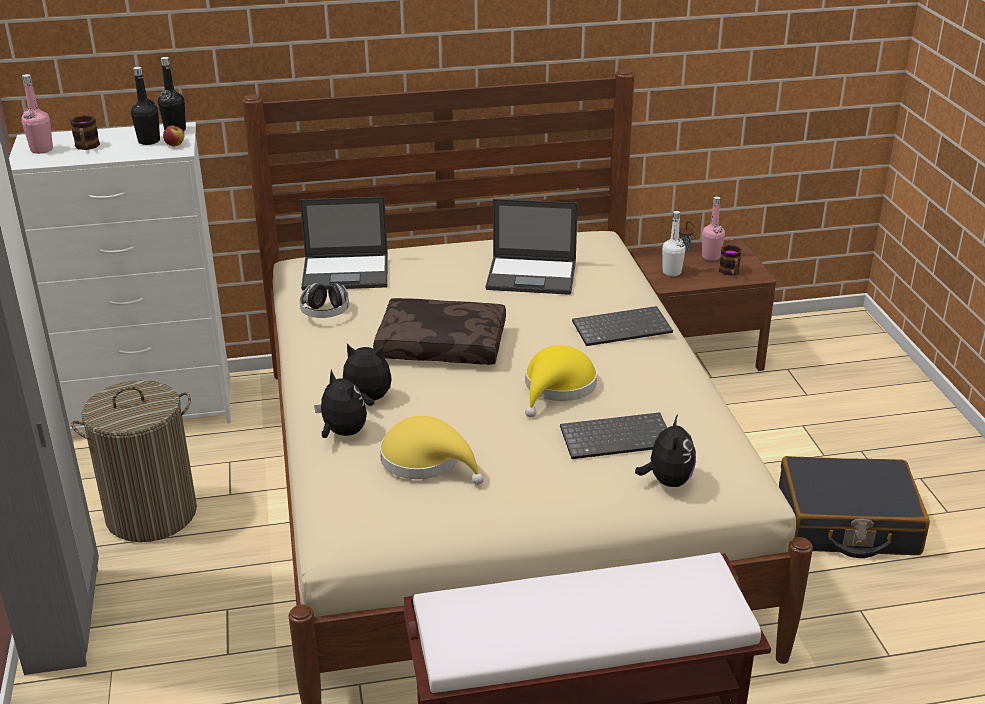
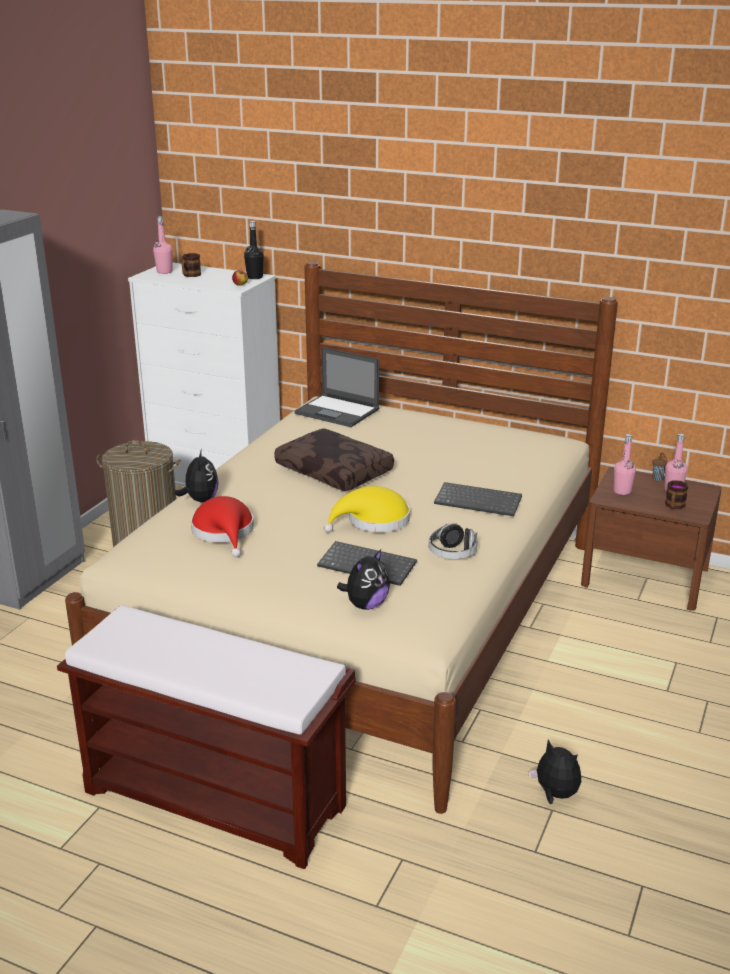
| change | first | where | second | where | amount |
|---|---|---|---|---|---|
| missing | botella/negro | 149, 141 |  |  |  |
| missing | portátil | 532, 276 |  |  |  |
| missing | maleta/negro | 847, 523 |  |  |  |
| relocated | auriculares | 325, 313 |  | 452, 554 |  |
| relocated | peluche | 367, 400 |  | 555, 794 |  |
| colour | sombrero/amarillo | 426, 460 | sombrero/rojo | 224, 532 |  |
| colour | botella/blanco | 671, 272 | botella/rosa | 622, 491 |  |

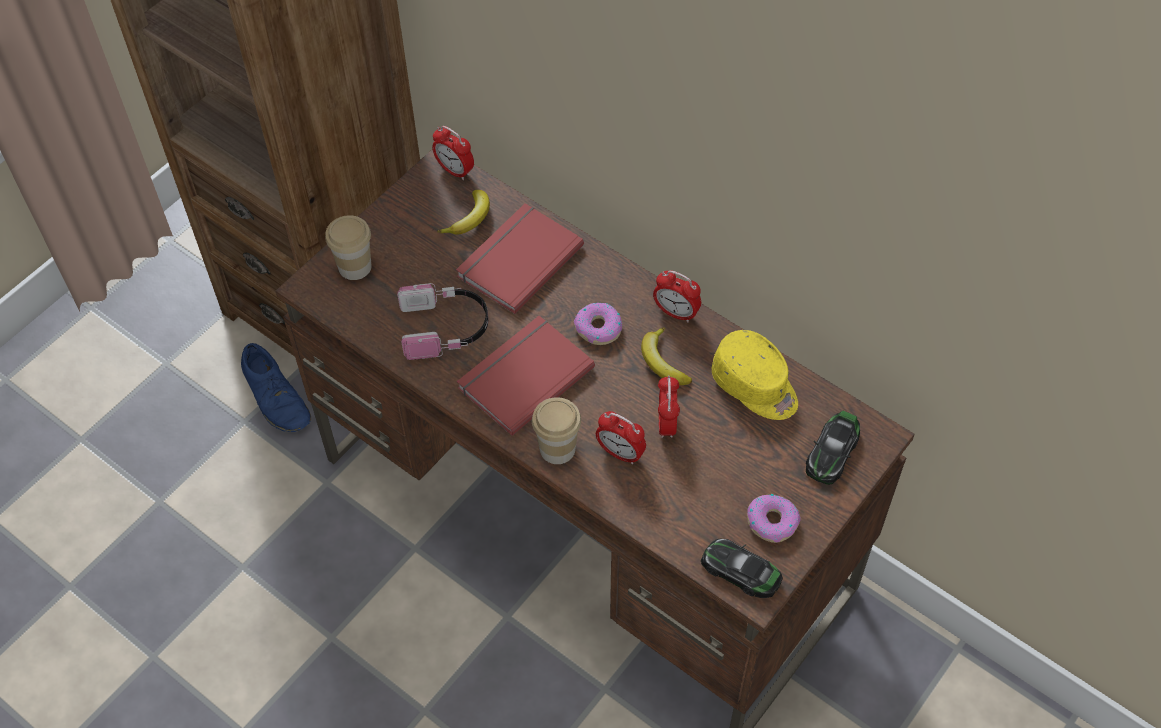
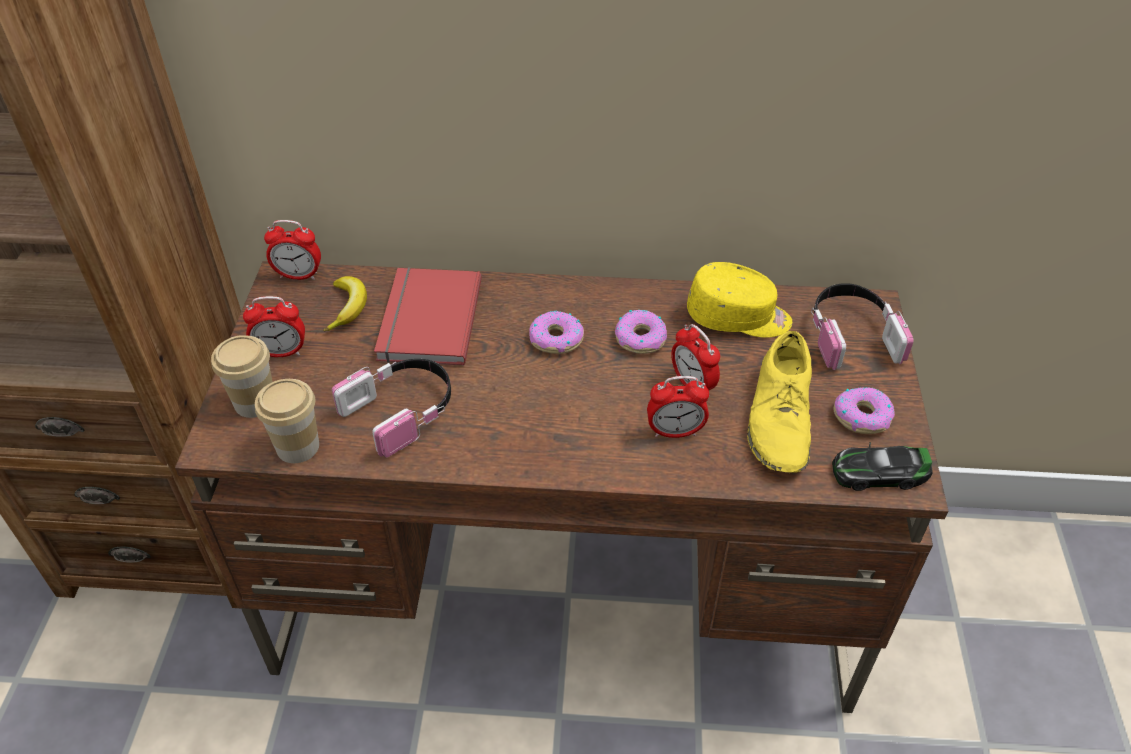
| change | first | where | second | where | amount |
|---|---|---|---|---|---|
| missing | zapato/azul | 276, 397 |  |  |  |
| missing | libro/rojo | 523, 376 |  |  |  |
| appeared |  |  | zapato/amarillo | 780, 418 |  |
| relocated | taza | 557, 448 |  | 297, 446 |  |
| relocated | despertador | 676, 312 |  | 281, 352 |  |
| exchanged | plátano | 662, 362 | rosquilla | 641, 338 |  |
| exchanged | coche de juguete | 832, 451 | auriculares | 851, 335 |  |

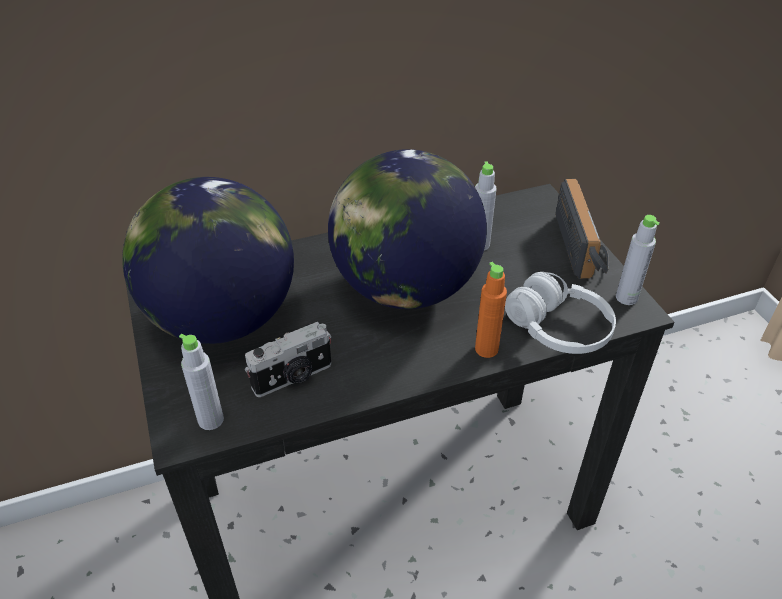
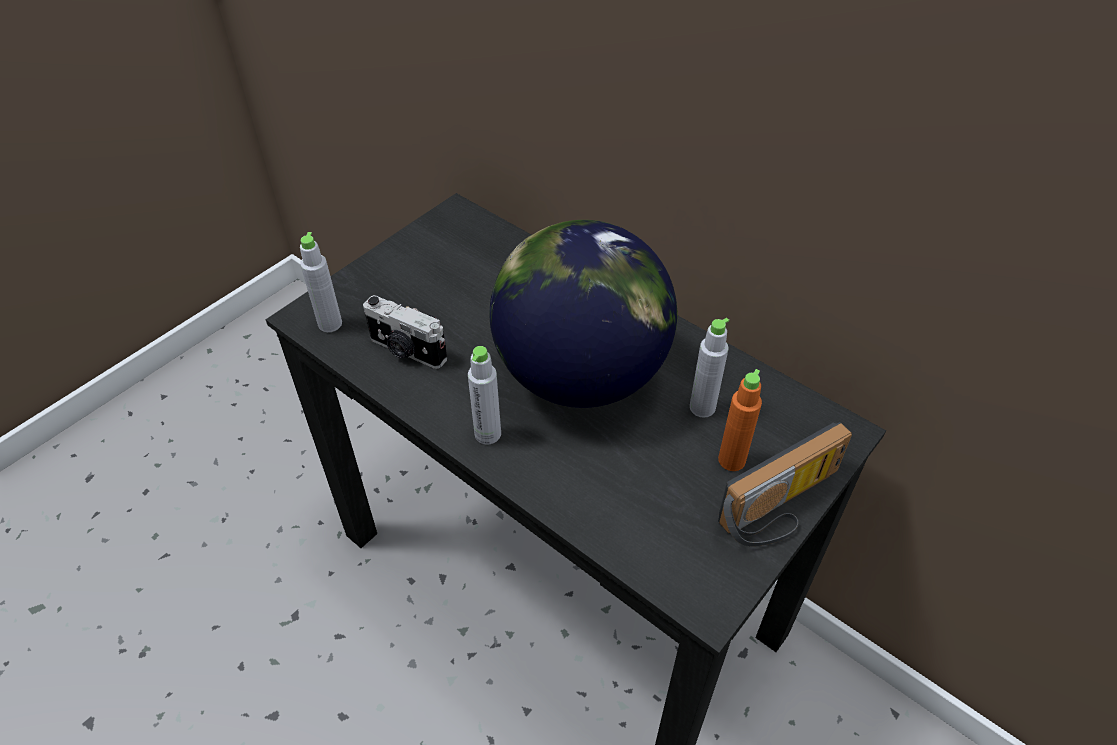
| change | first | where | second | where | amount |
|---|---|---|---|---|---|
| missing | globo terráqueo | 223, 320 |  |  |  |
| missing | auriculares/blanco | 558, 329 |  |  |  |
| relocated | botella/naranja | 486, 349 |  | 731, 460 |  |
| relocated | botella/gris | 626, 298 |  | 488, 434 |  |

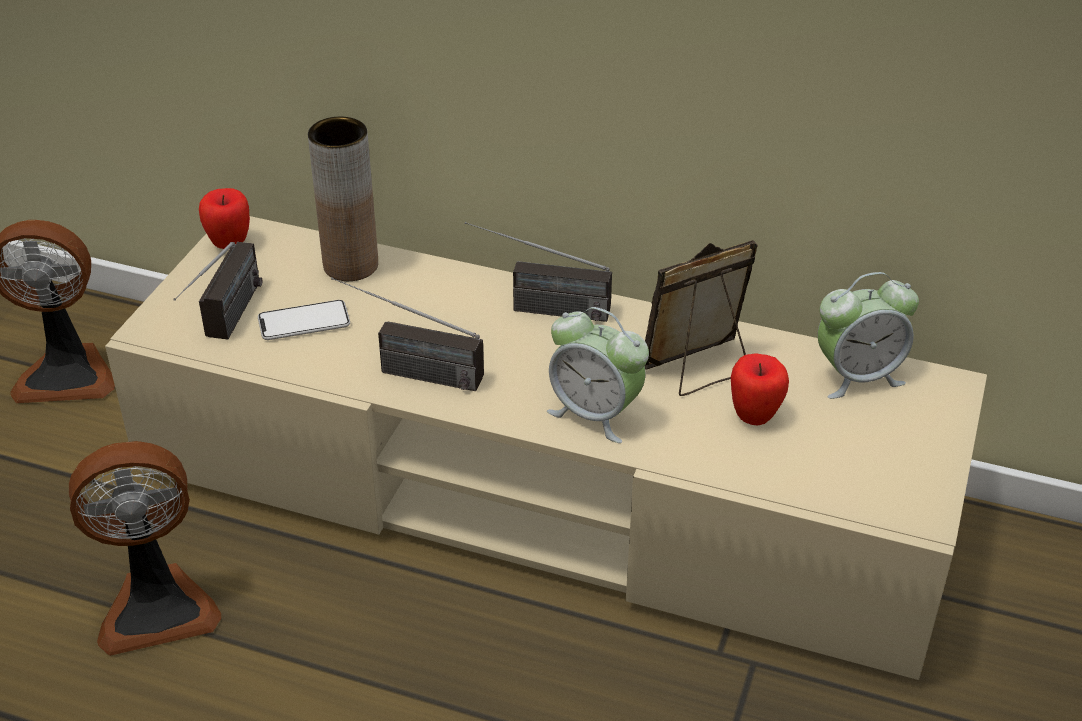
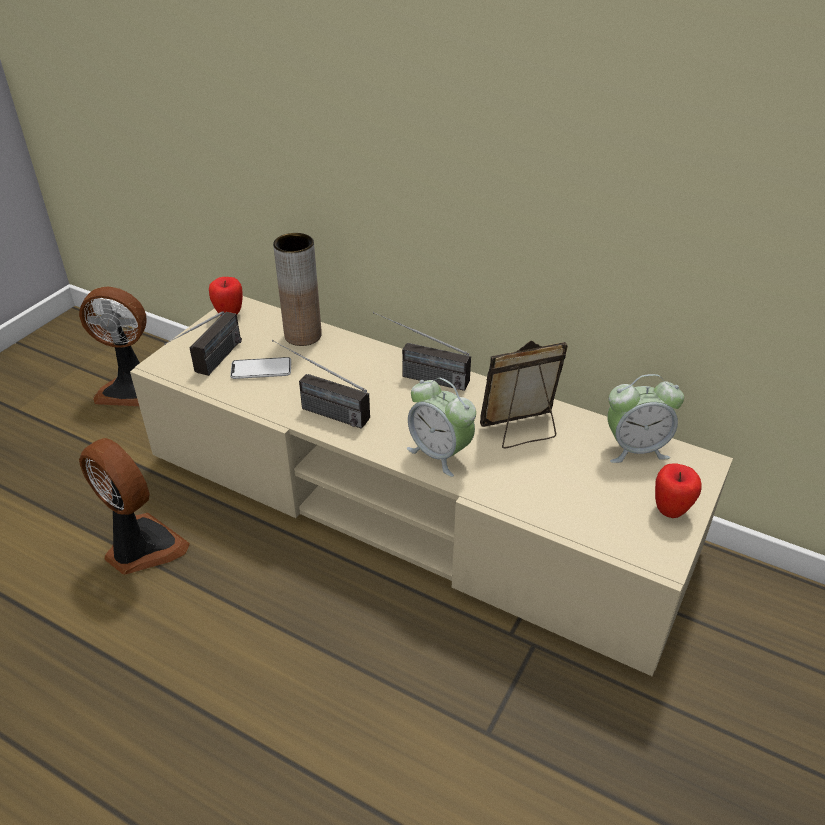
| change | first | where | second | where | amount |
|---|---|---|---|---|---|
| relocated | manzana | 754, 416 |  | 670, 510 |  |
| spun | ventilador | 157, 606 |  | 141, 548 | 135 degrees counterclockwise |

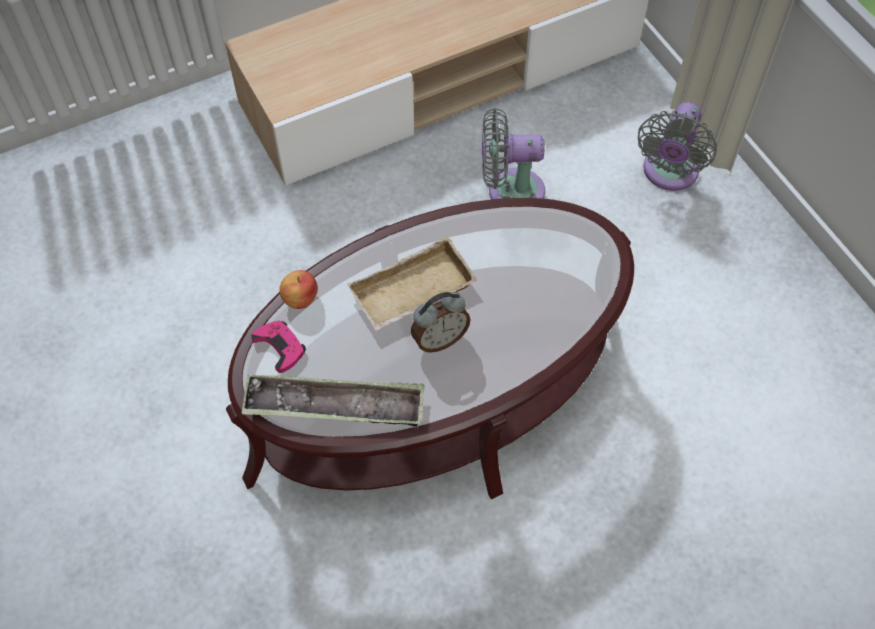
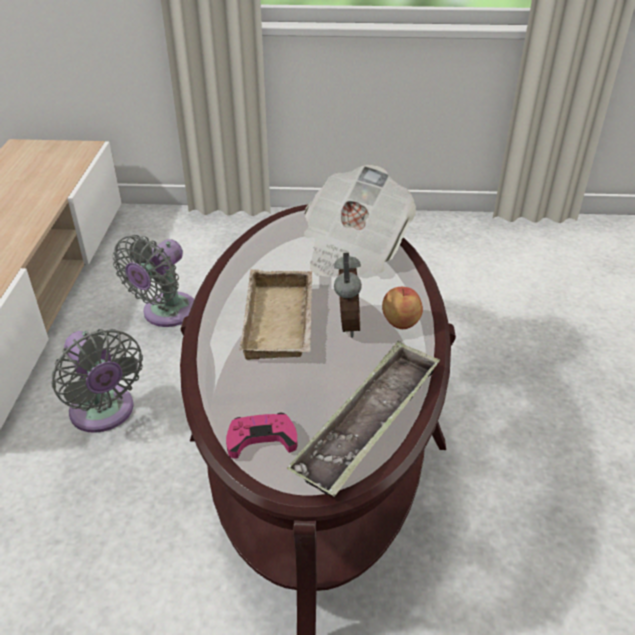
| change | first | where | second | where | amount |
|---|---|---|---|---|---|
| appeared |  |  | periódico | 353, 249 |  |
| relocated | manzana | 300, 298 |  | 400, 322 |  |
| relocated | ventilador/gris | 668, 173 |  | 104, 413 |  |

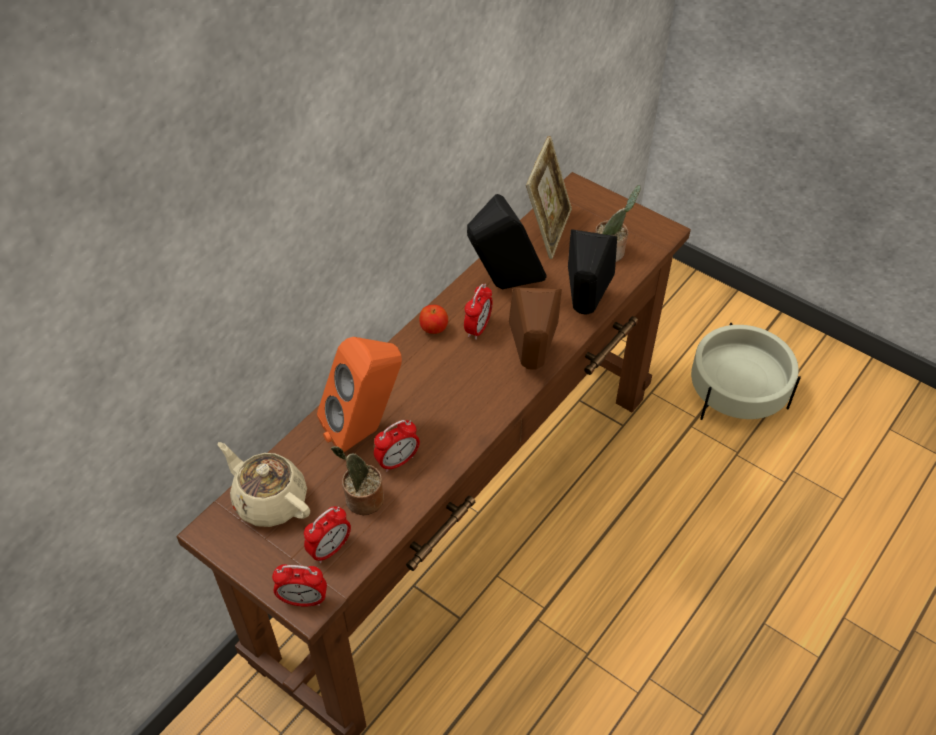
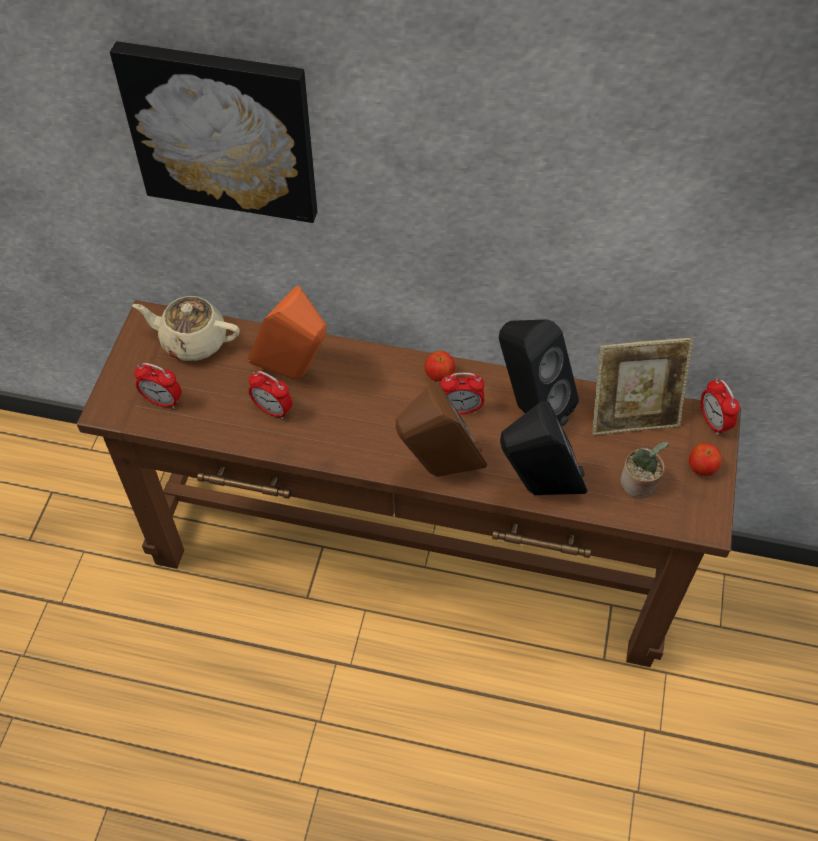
| change | first | where | second | where | amount |
|---|---|---|---|---|---|
| missing | planta en maceta | 361, 500 |  |  |  |
| missing | maceta/beis | 737, 393 |  |  |  |
| appeared |  |  | cuadro | 223, 130 |  |
| appeared |  |  | manzana | 701, 468 |  |
| relocated | despertador | 303, 600 |  | 713, 422 |  |
| spun | tetera/beis | 269, 500 |  | 193, 341 | 90 degrees counterclockwise |

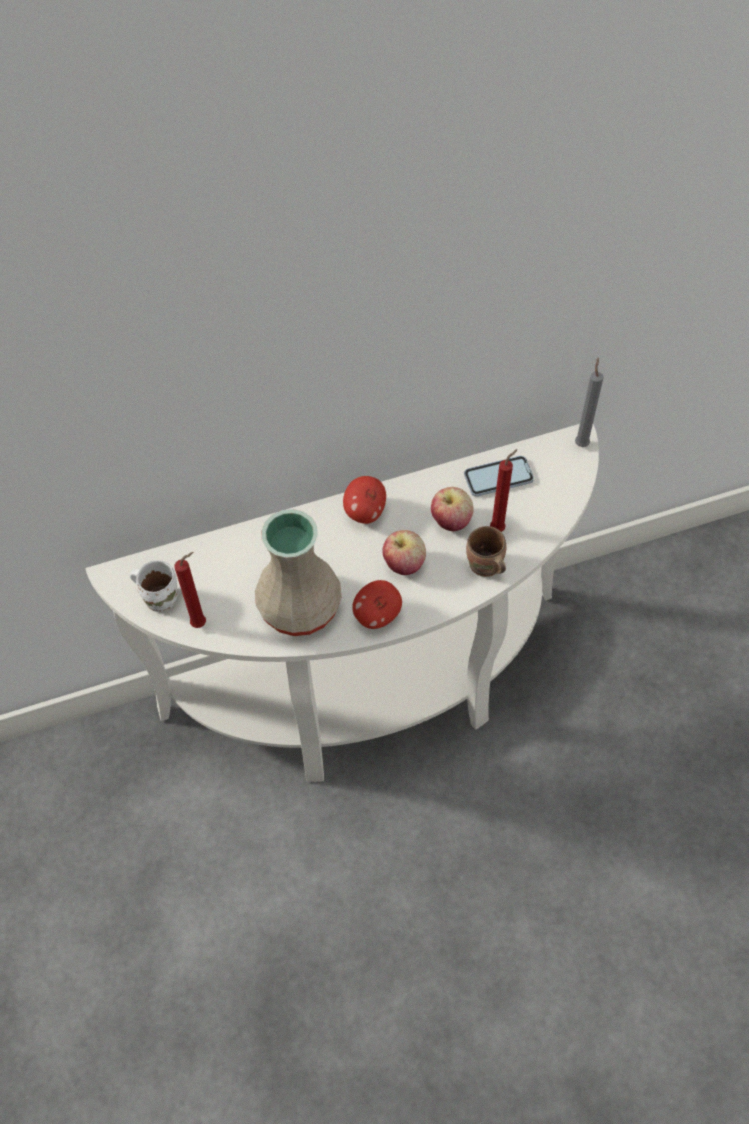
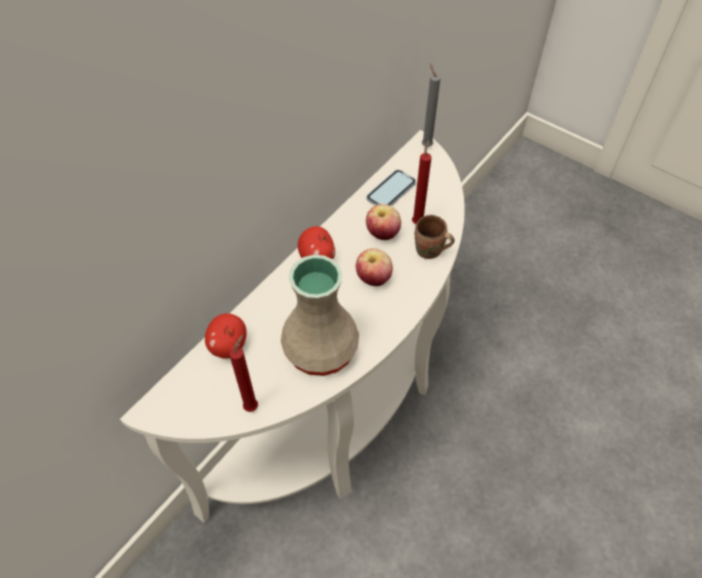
| change | first | where | second | where | amount |
|---|---|---|---|---|---|
| missing | taza grande/blanco | 160, 596 |  |  |  |
| relocated | manzana | 377, 615 |  | 228, 346 |  |

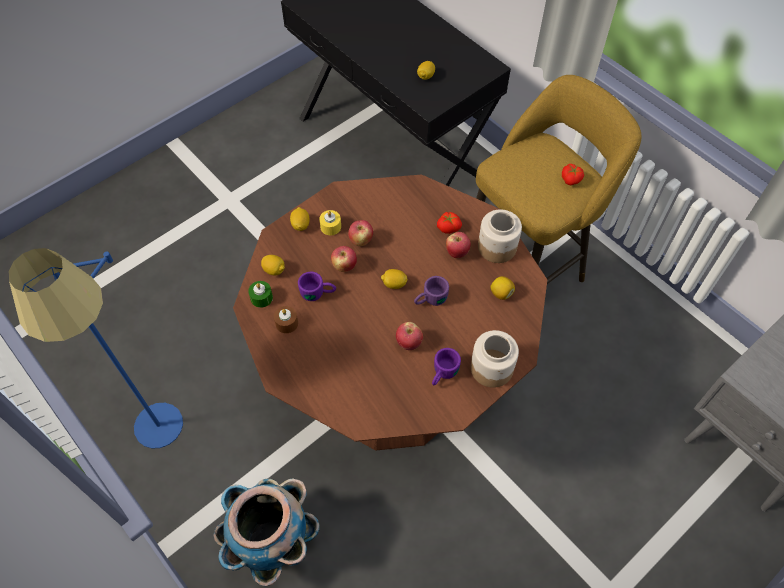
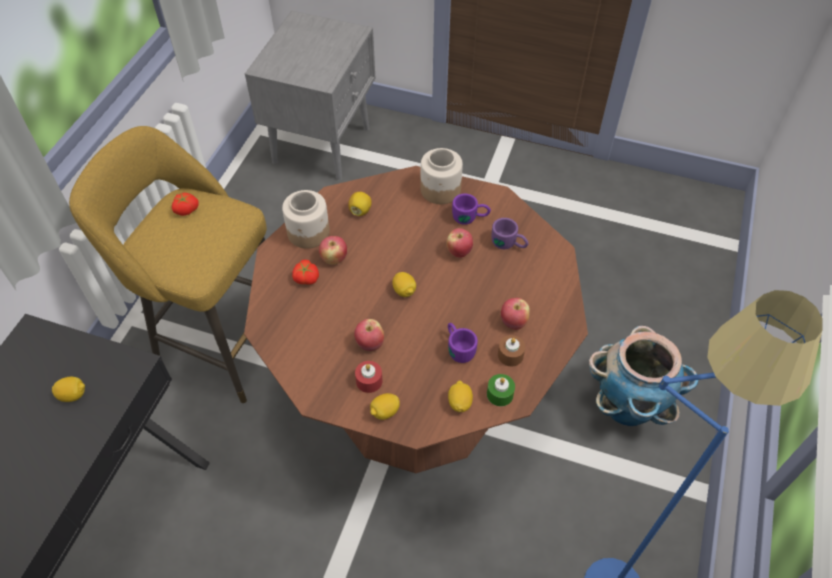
| change | first | where | second | where | amount |
|---|---|---|---|---|---|
| relocated | manzana | 344, 266 |  | 513, 322 |  |
| relocated | taza grande/morado | 430, 299 |  | 509, 244 |  |
| colour | vela/amarillo | 330, 226 | vela/rojo | 369, 381 |  |

